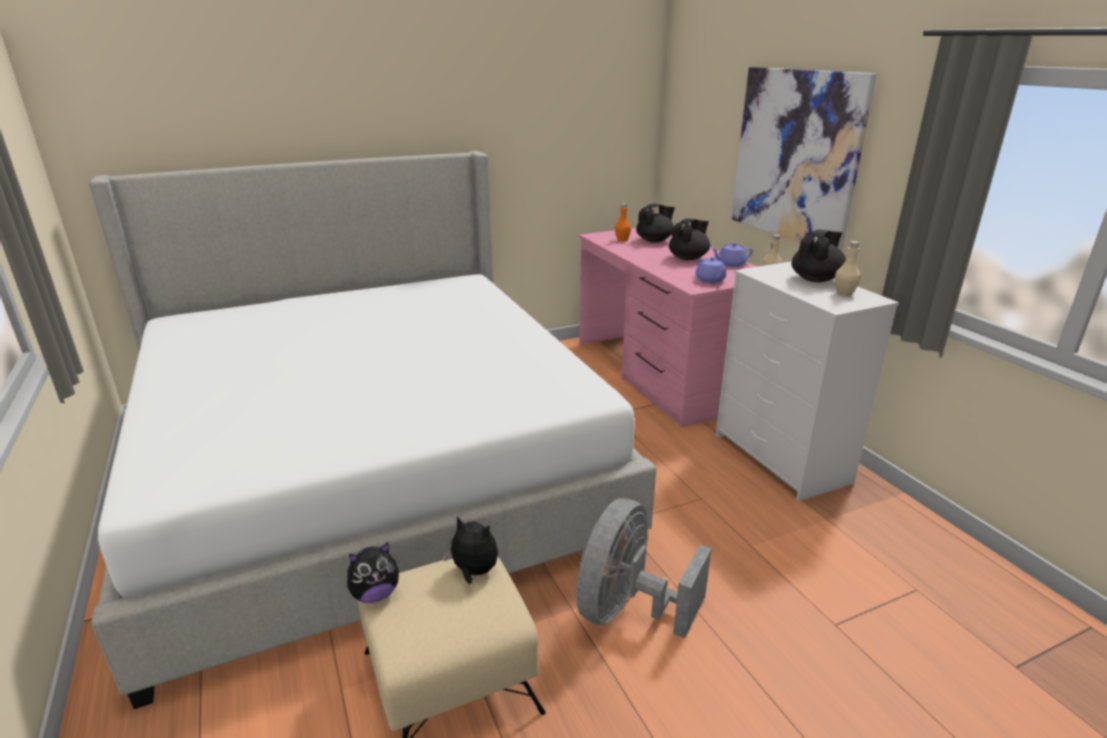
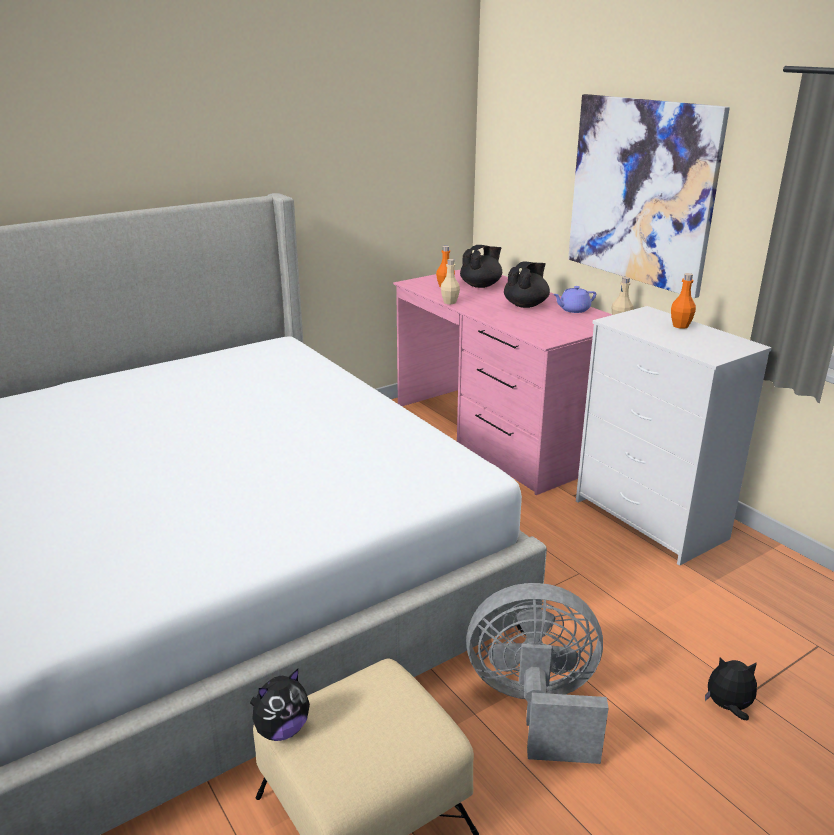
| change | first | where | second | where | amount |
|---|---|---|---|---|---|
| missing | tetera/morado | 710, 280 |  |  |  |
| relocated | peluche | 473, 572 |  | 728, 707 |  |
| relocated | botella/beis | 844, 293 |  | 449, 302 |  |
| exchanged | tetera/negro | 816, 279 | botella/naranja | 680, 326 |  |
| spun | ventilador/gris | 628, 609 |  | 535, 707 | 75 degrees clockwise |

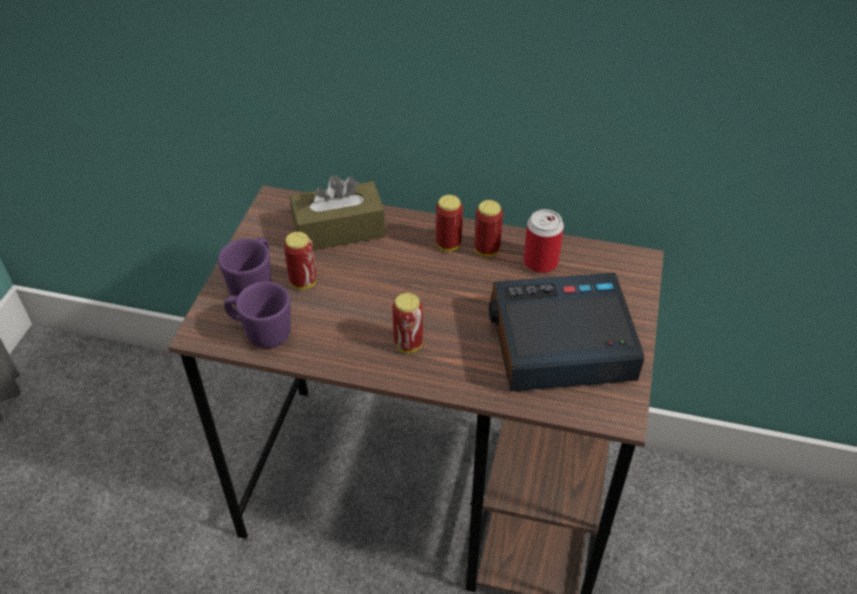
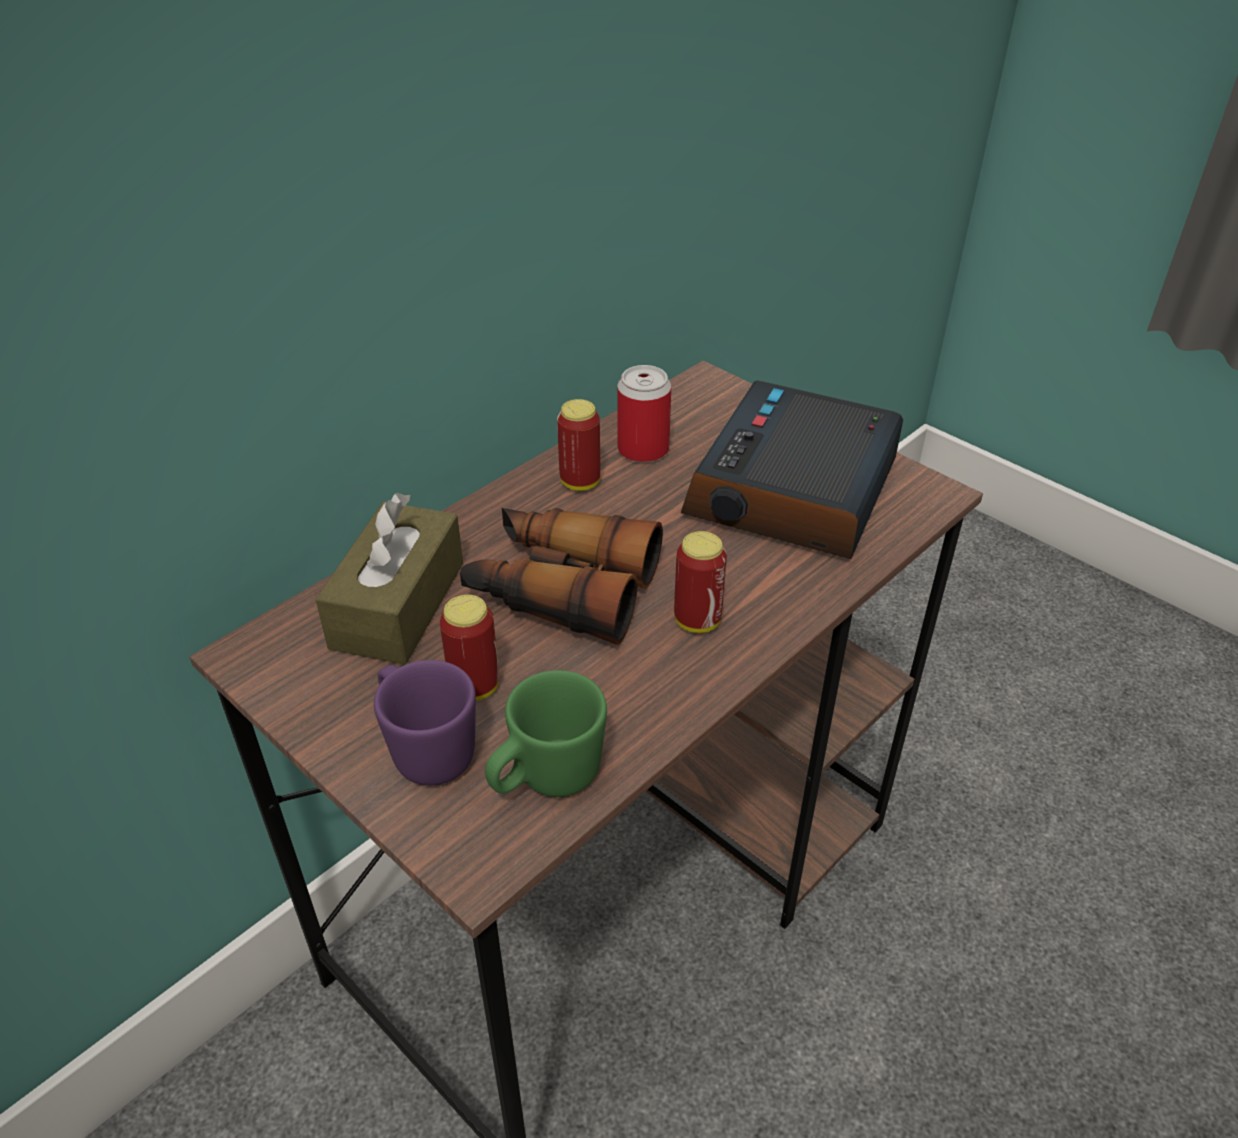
| change | first | where | second | where | amount |
|---|---|---|---|---|---|
| missing | lata | 448, 244 |  |  |  |
| appeared |  |  | prismáticos | 561, 588 |  |
| colour | taza grande/morado | 261, 333 | taza grande/verde | 546, 779 |  |

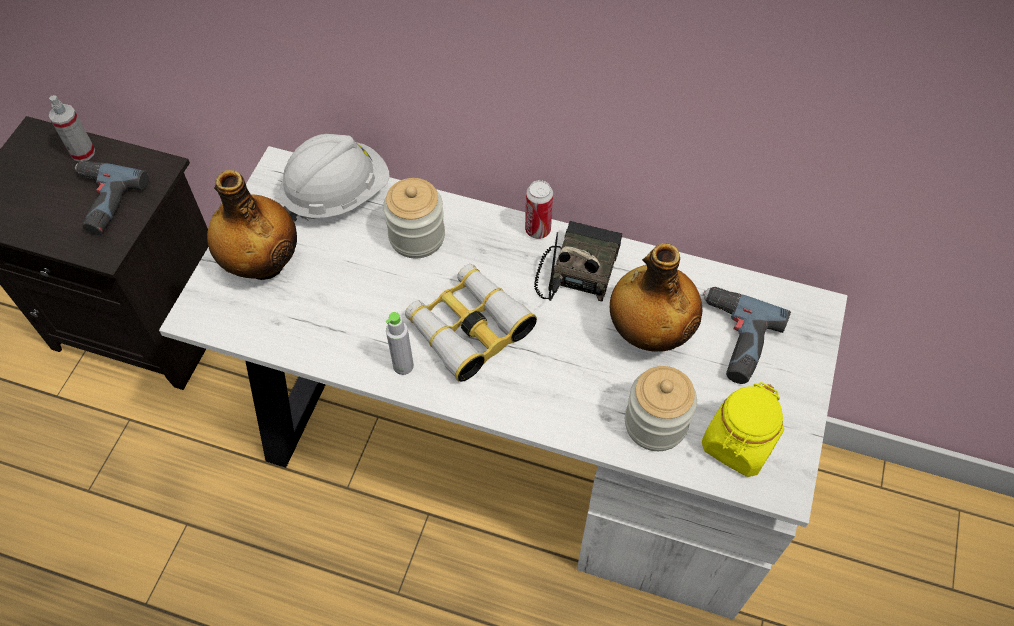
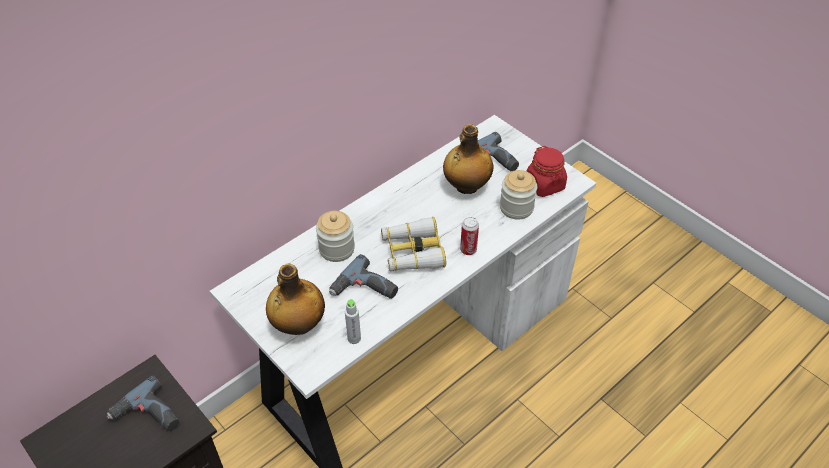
| change | first | where | second | where | amount |
|---|---|---|---|---|---|
| missing | pulverizador | 83, 152 |  |  |  |
| missing | casco/blanco | 337, 194 |  |  |  |
| missing | radio | 577, 269 |  |  |  |
| appeared |  |  | taladro | 364, 290 |  |
| relocated | botella/gris | 403, 366 |  | 354, 338 |  |
| relocated | lata | 538, 230 |  | 468, 250 |  |
| colour | tarro/amarillo | 738, 443 | tarro/rojo | 545, 185 |  |

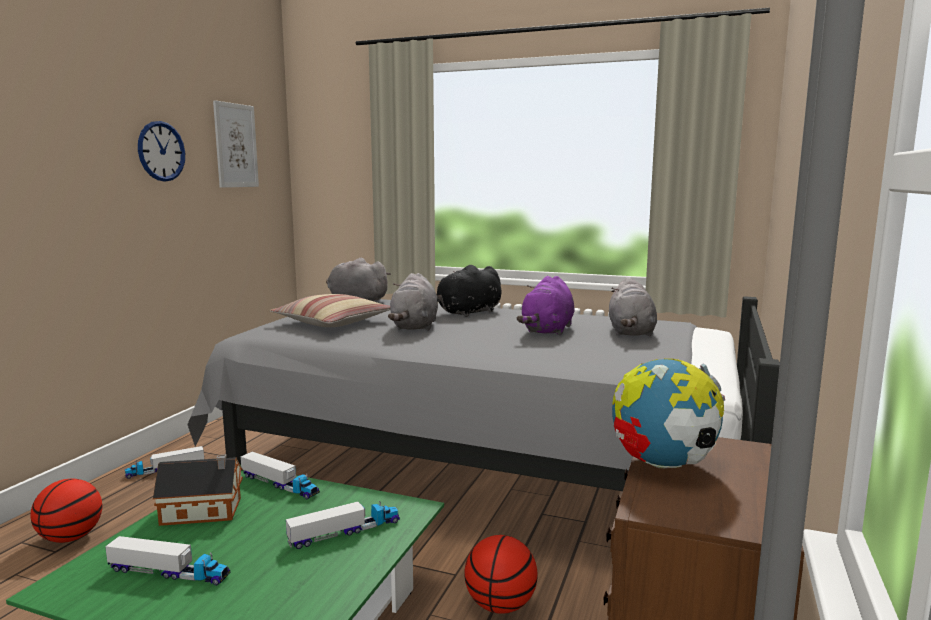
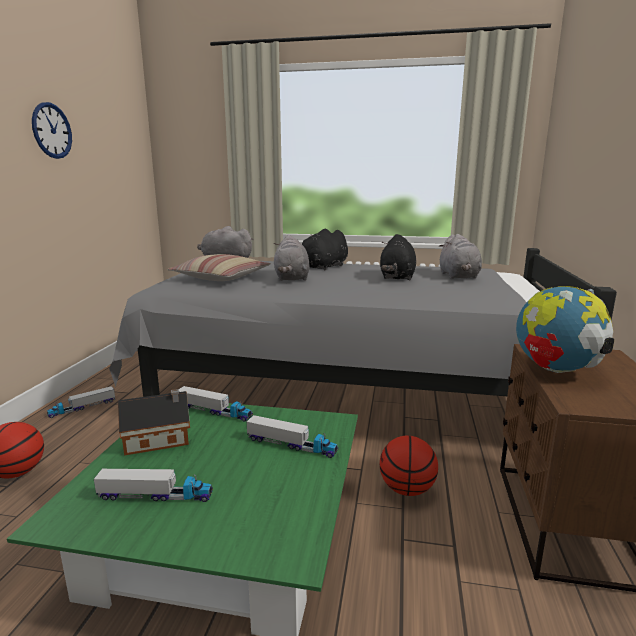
| change | first | where | second | where | amount |
|---|---|---|---|---|---|
| missing | cuadro | 236, 145 |  |  |  |
| colour | peluche/morado | 547, 331 | peluche/negro | 397, 277 |  |
| spun | camión de juguete | 345, 532 |  | 292, 445 | 60 degrees clockwise |

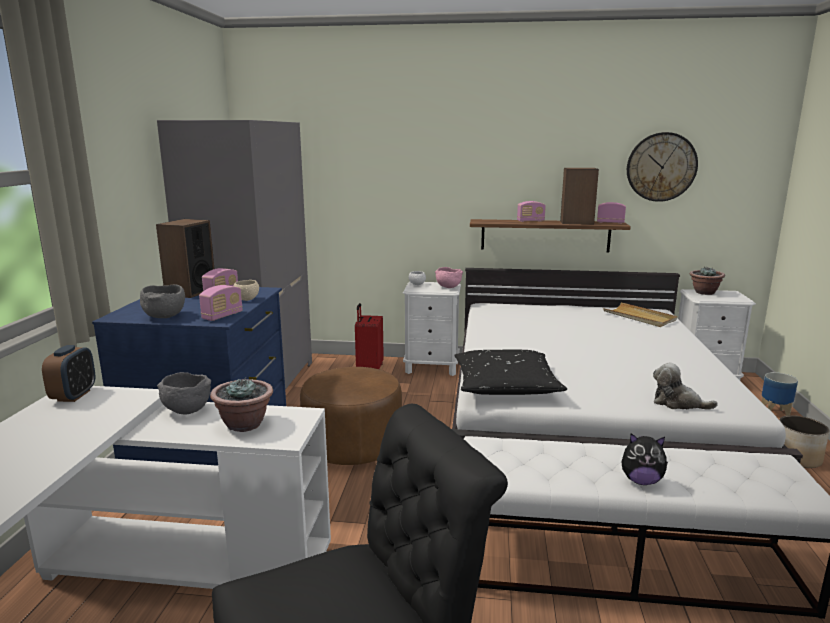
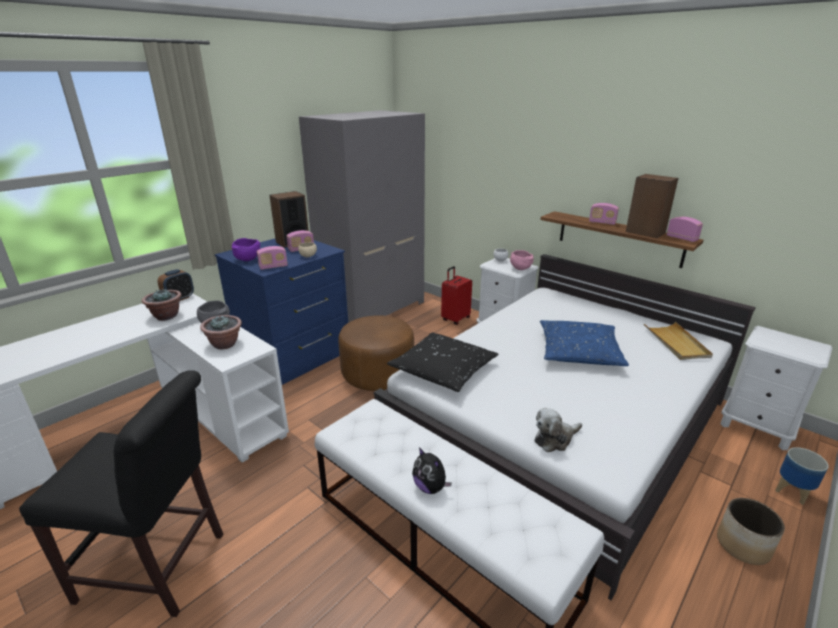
| change | first | where | second | where | amount |
|---|---|---|---|---|---|
| missing | reloj de pared | 661, 167 |  |  |  |
| appeared |  |  | cojín/azul | 579, 352 |  |
| relocated | planta en maceta | 704, 292 |  | 166, 316 |  |
| colour | cuenco/gris | 165, 316 | cuenco/morado | 248, 259 |  |
| spun | peluche | 677, 403 |  | 555, 439 | 90 degrees counterclockwise |

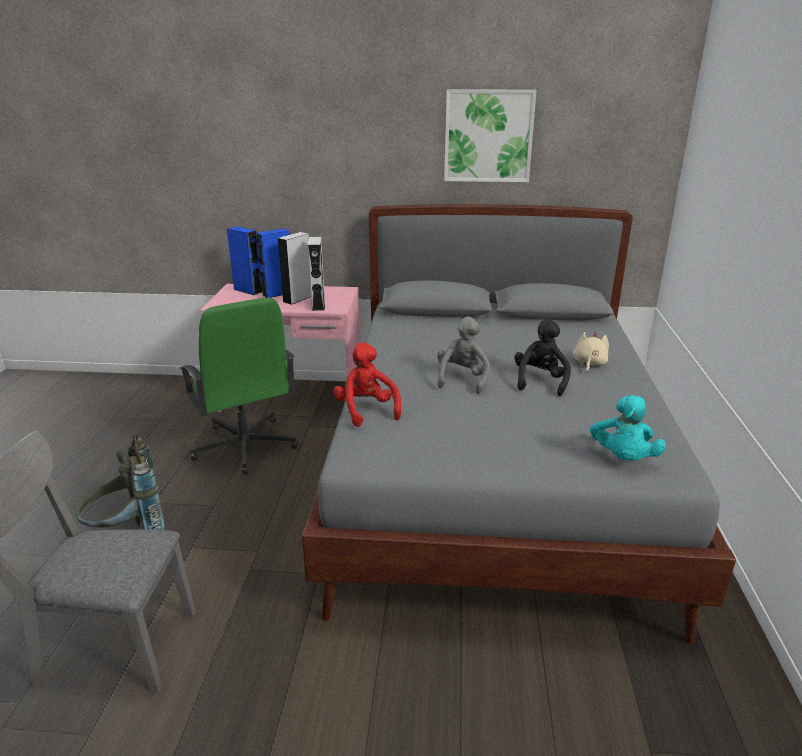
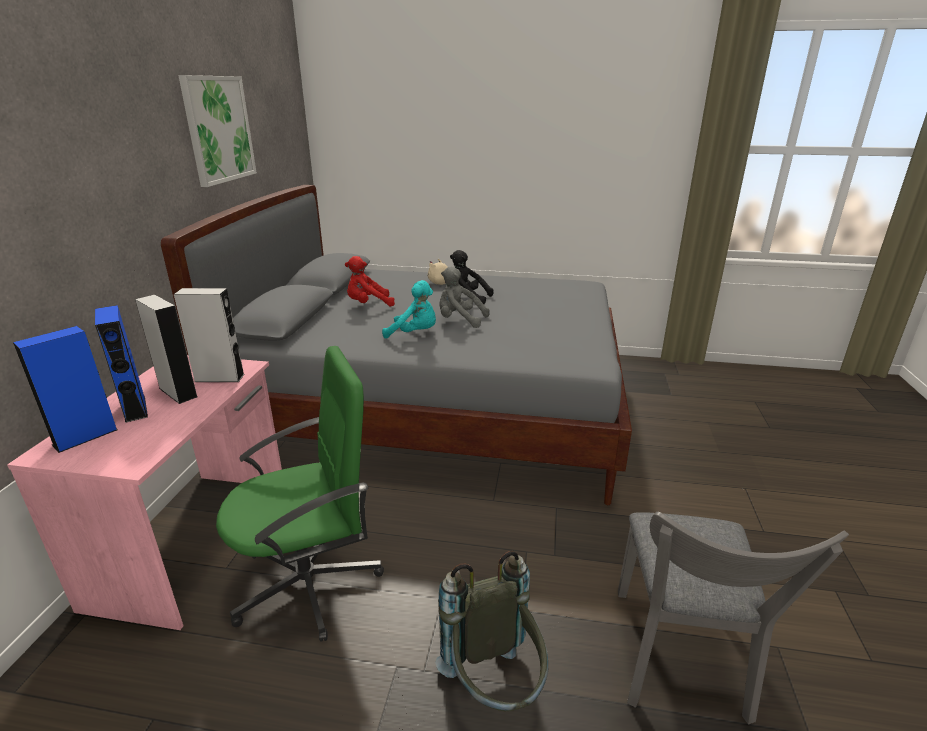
| change | first | where | second | where | amount |
|---|---|---|---|---|---|
| relocated | peluche/rojo | 366, 410 |  | 368, 305 |  |
| relocated | peluche/turquesa | 623, 458 |  | 414, 334 |  |

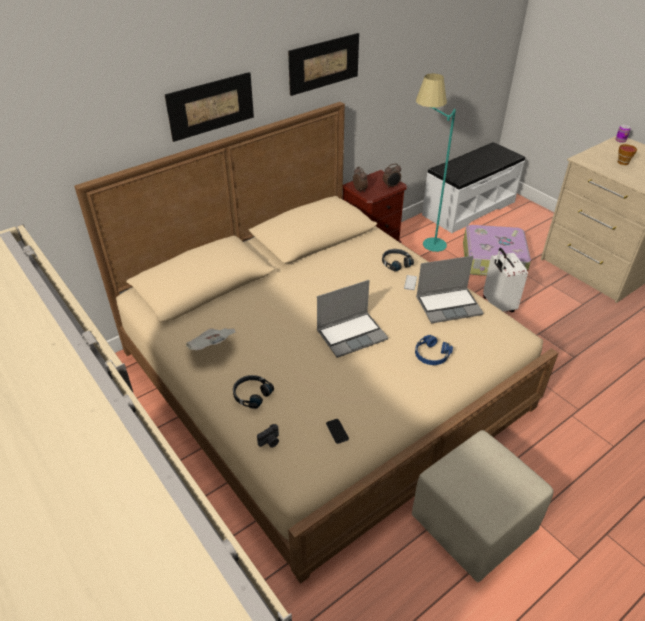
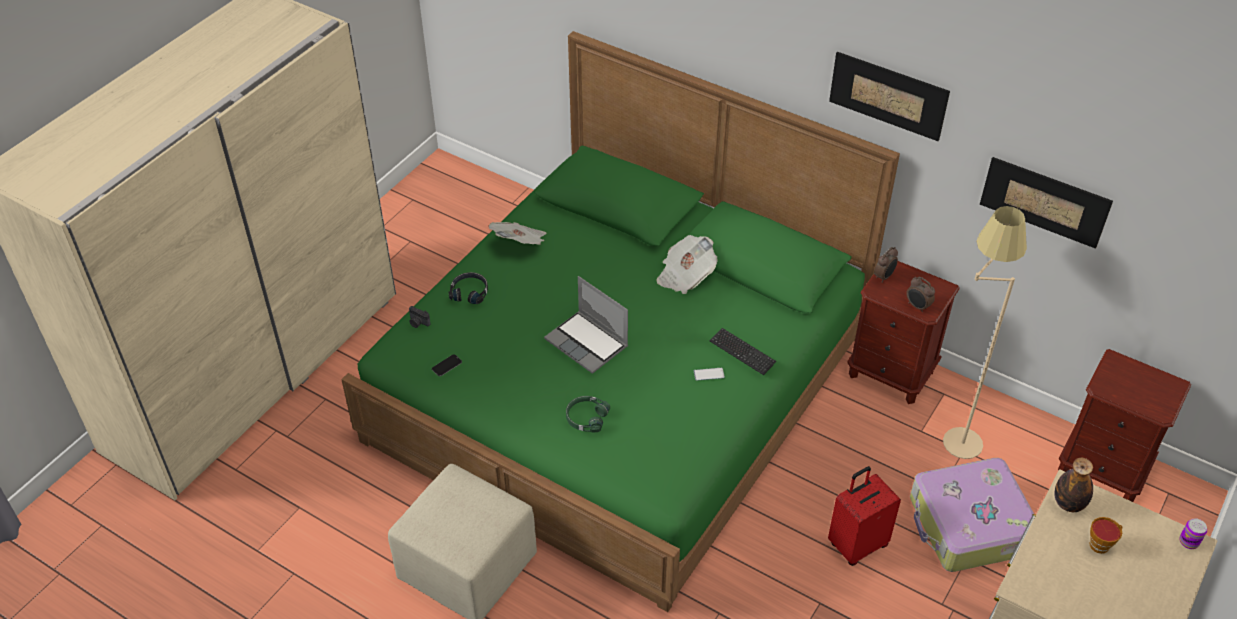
| change | first | where | second | where | amount |
|---|---|---|---|---|---|
| missing | portátil | 449, 305 |  |  |  |
| appeared |  |  | periódico | 685, 276 |  |
| appeared |  |  | botella | 1068, 504 |  |
| relocated | cuadro | 211, 106 |  | 1044, 201 |  |
| exchanged | auriculares/negro | 395, 263 | teclado | 742, 352 |  |
| exchanged | banco/blanco | 468, 208 | mesita de noche/marrón | 1102, 469 |  |
| colour | cama/beis | 321, 377 | cama/verde | 619, 386 |  |
| colour | auriculares/azul | 431, 355 | auriculares/verde | 586, 417 |  |
| colour | lámpara de pie/turquesa | 423, 244 | lámpara de pie/beis | 955, 429 |  |
| colour | maleta/blanco | 497, 305 | maleta/rojo | 857, 544 |  |

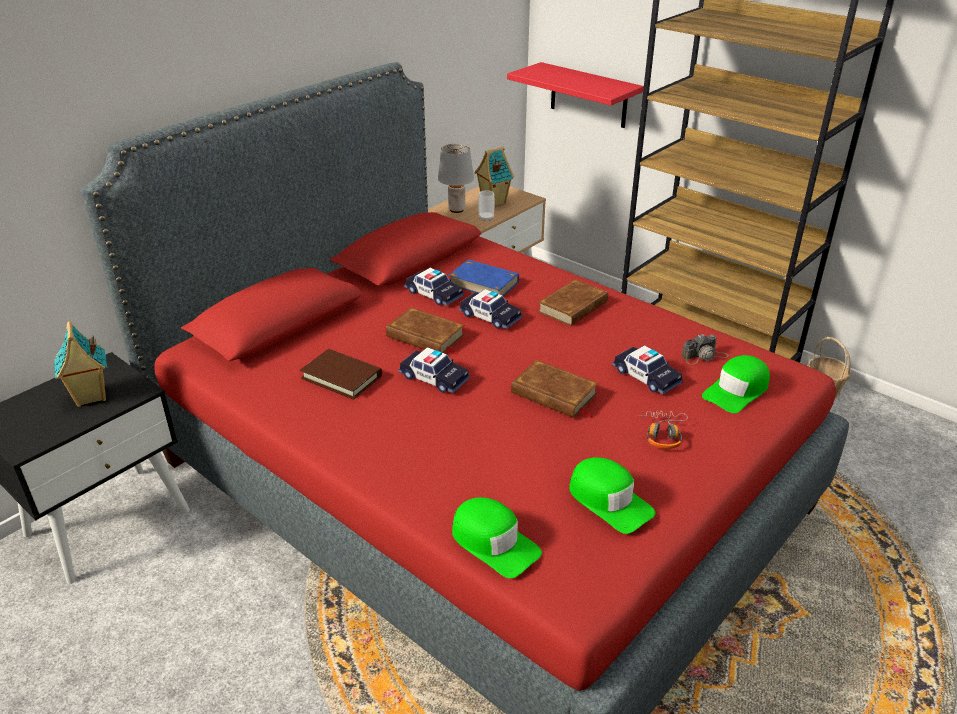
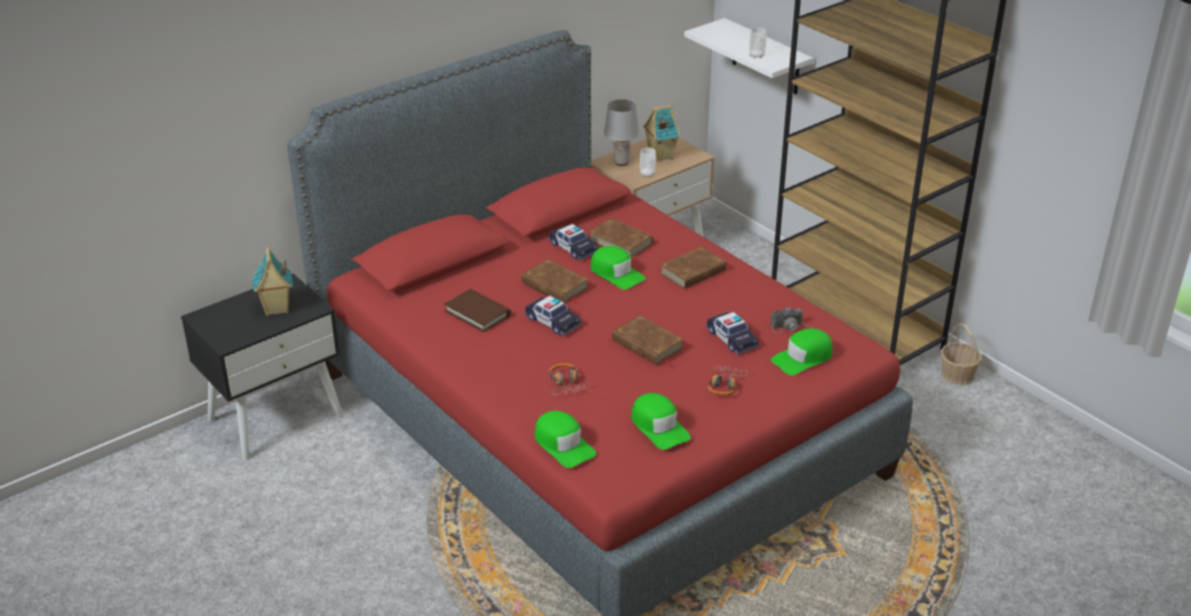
| change | first | where | second | where | amount |
|---|---|---|---|---|---|
| appeared |  |  | auriculares | 566, 383 |  |
| appeared |  |  | taza | 756, 55 |  |
| exchanged | coche de juguete | 490, 316 | gorra/verde | 616, 273 |  |
| colour | libro/azul | 483, 283 | libro/marrón | 620, 242 |  |
| colour | estante/rojo | 588, 95 | estante/blanco | 766, 58 |  |

